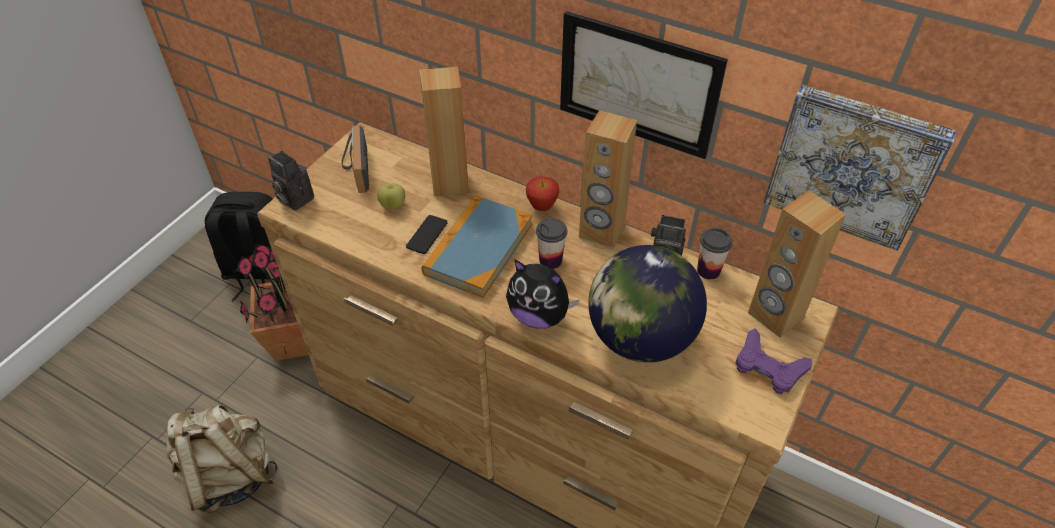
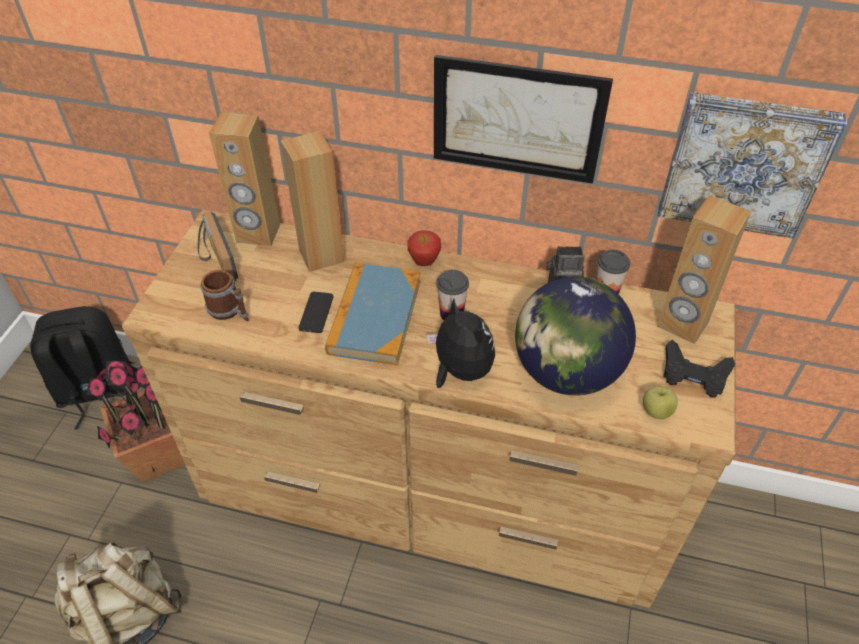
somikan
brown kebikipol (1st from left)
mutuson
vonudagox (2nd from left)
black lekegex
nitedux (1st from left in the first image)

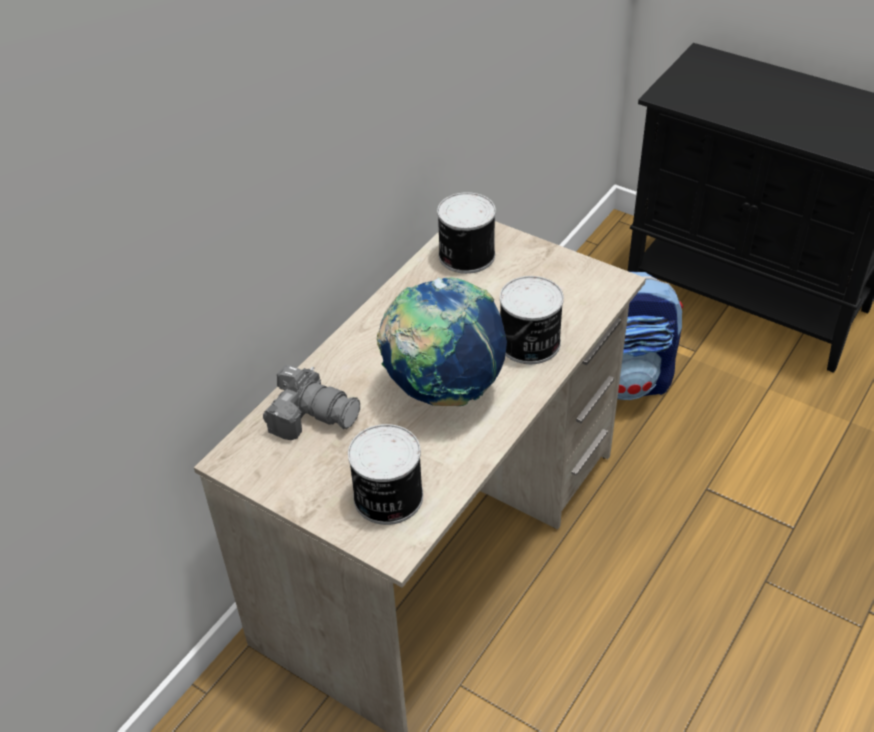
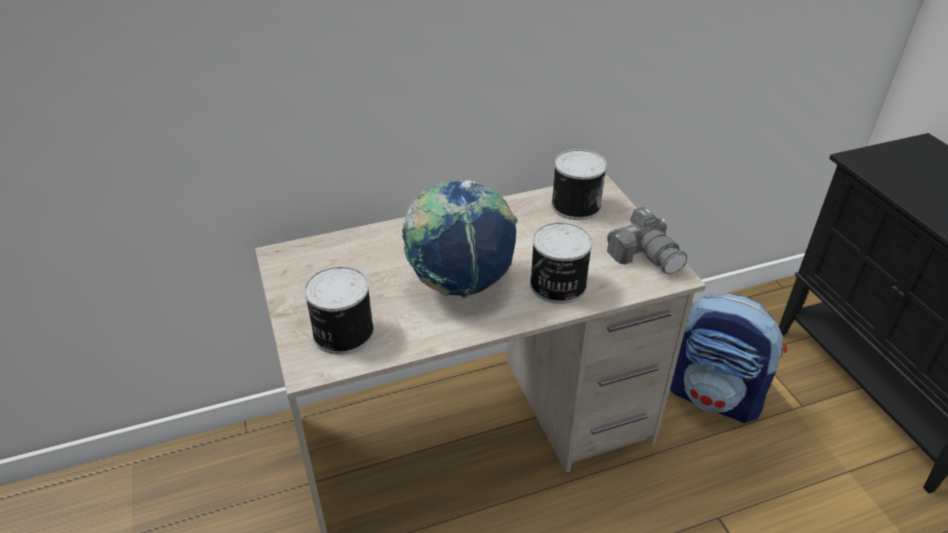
nitedux

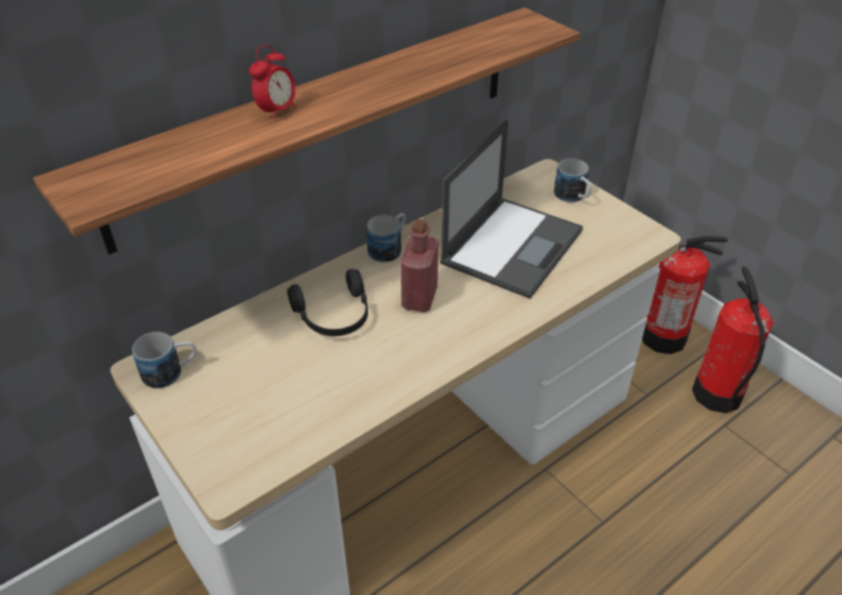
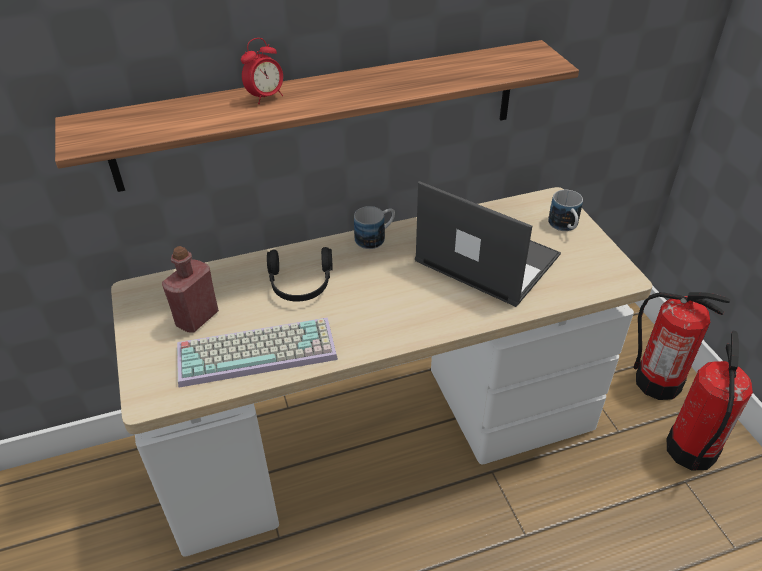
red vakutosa
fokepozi
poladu
somikan (1st from left in the first image)

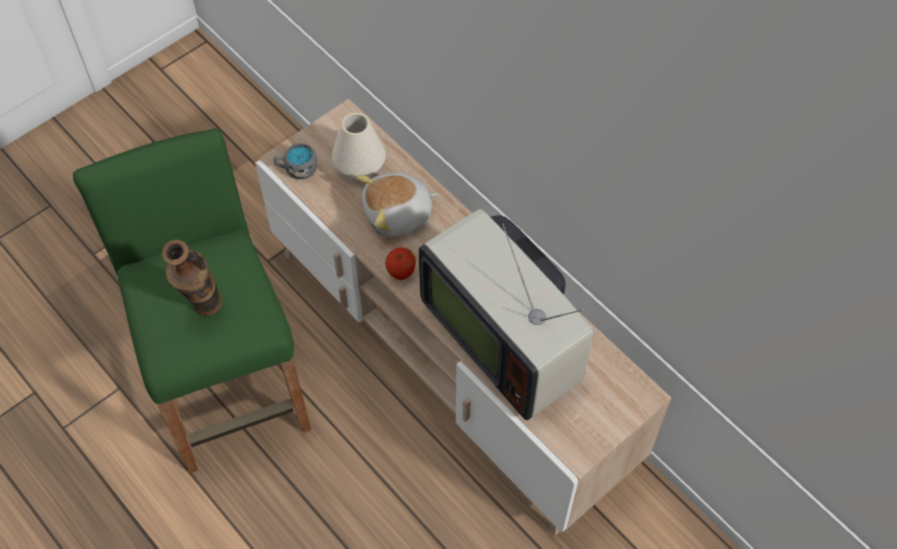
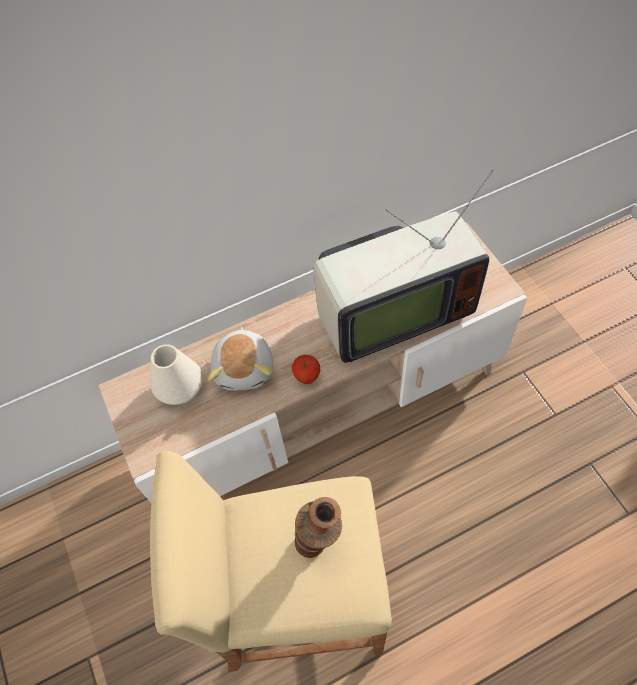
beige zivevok
grey somikan

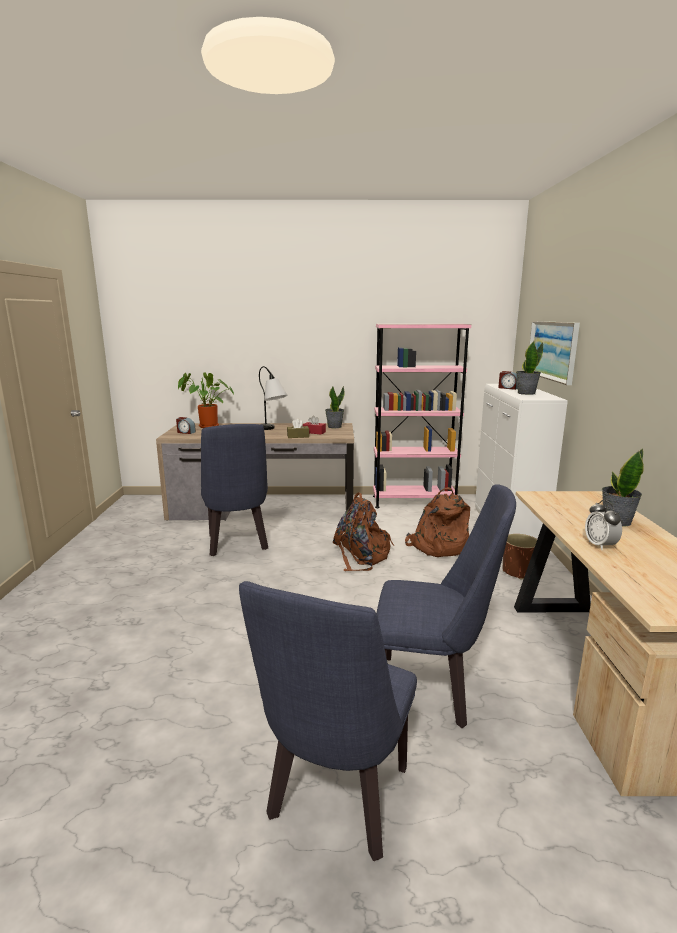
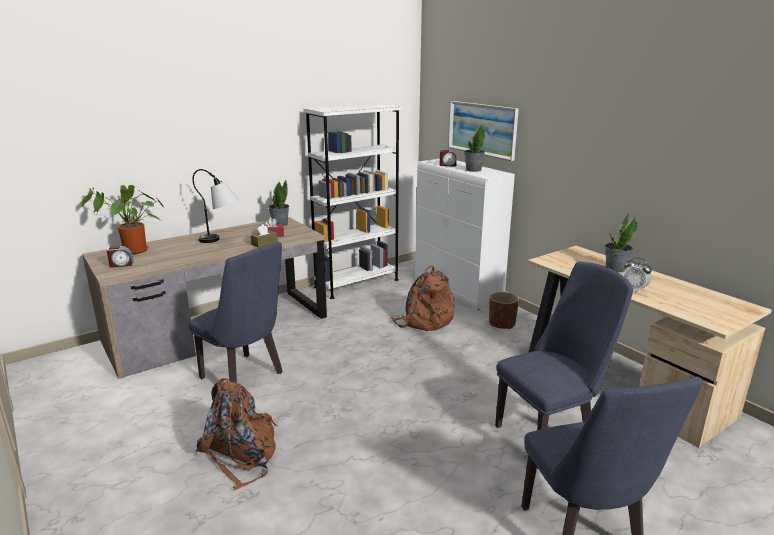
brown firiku (1st from left)
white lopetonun

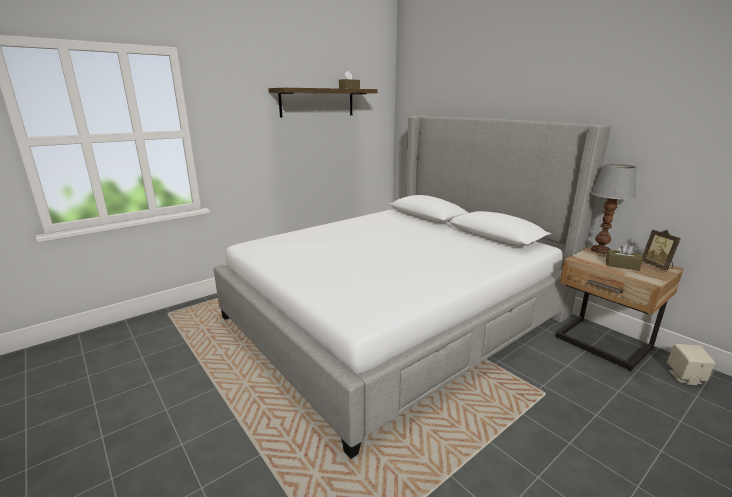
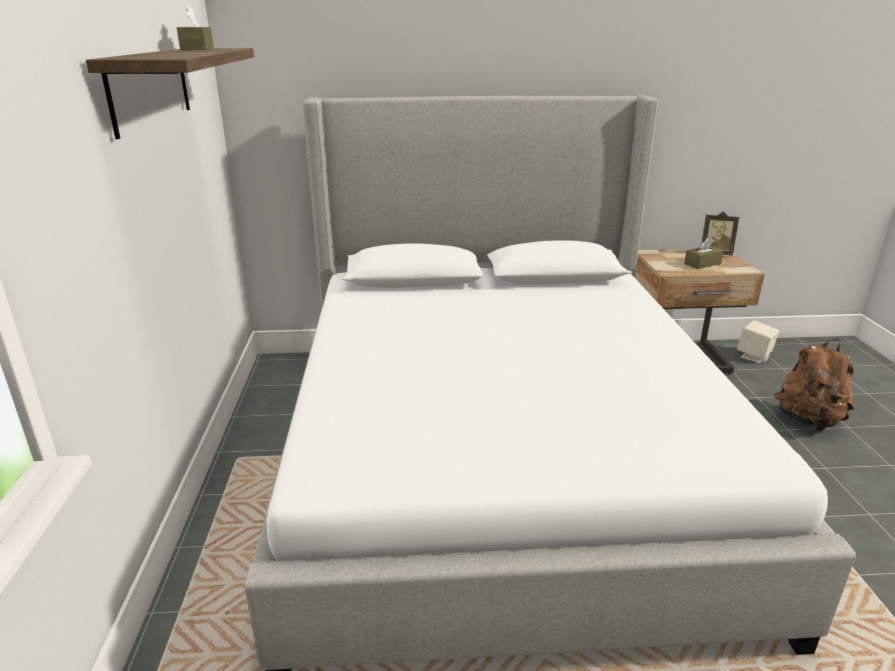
brown firiku
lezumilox

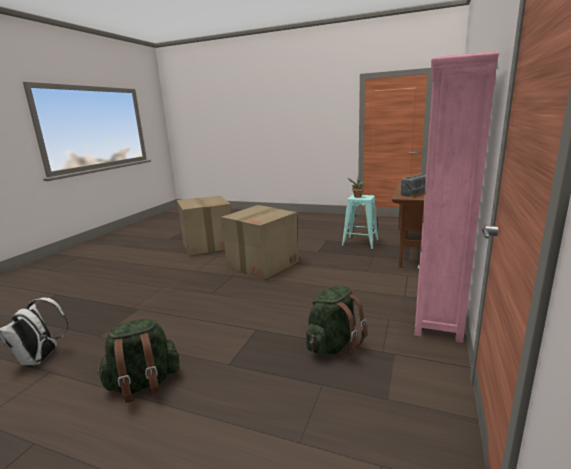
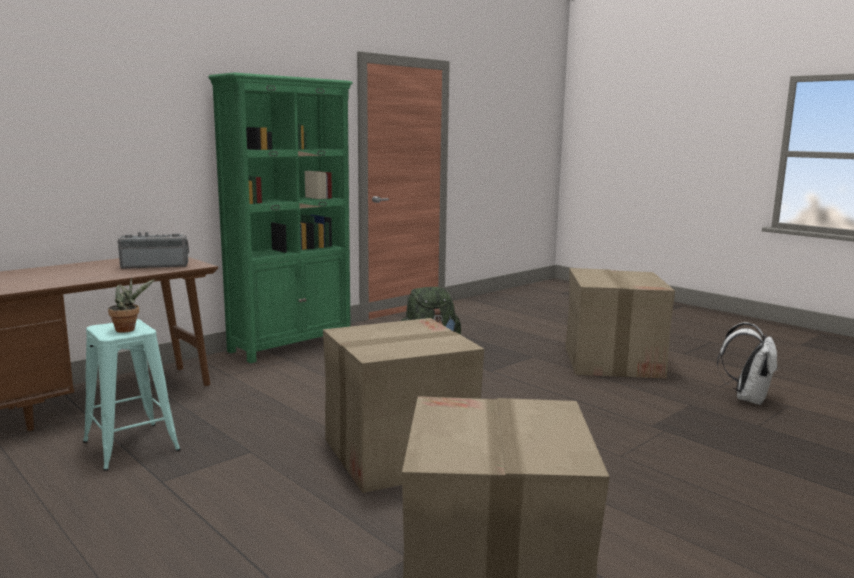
green lopetonun
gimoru (3rd from left)

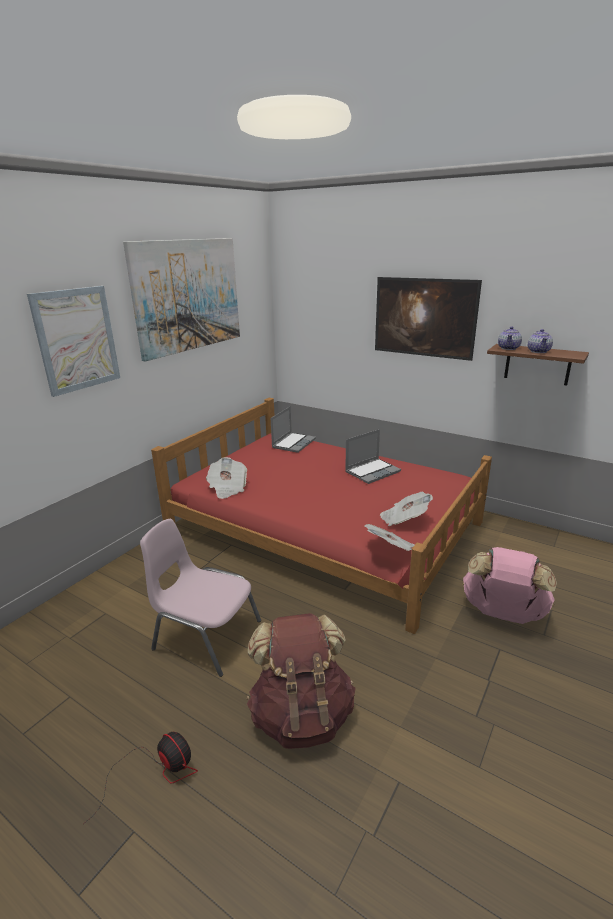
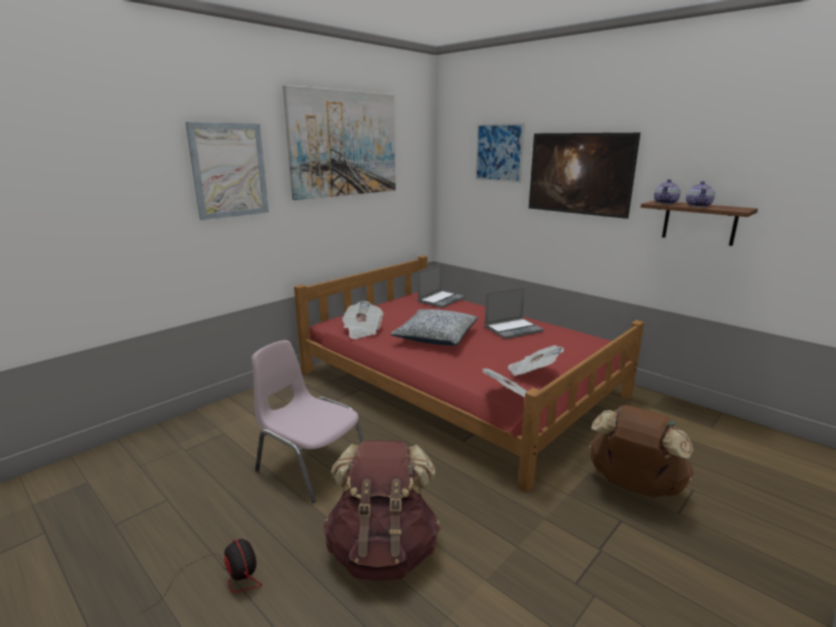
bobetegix
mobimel (3rd from left)
brown firiku (2nd from left)

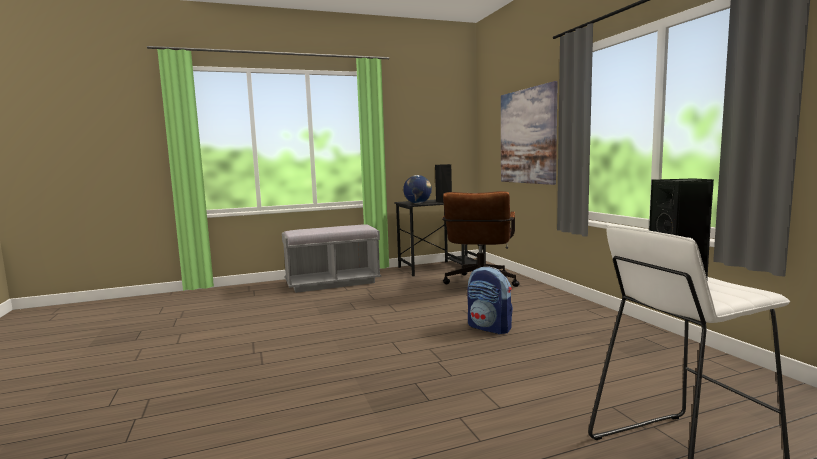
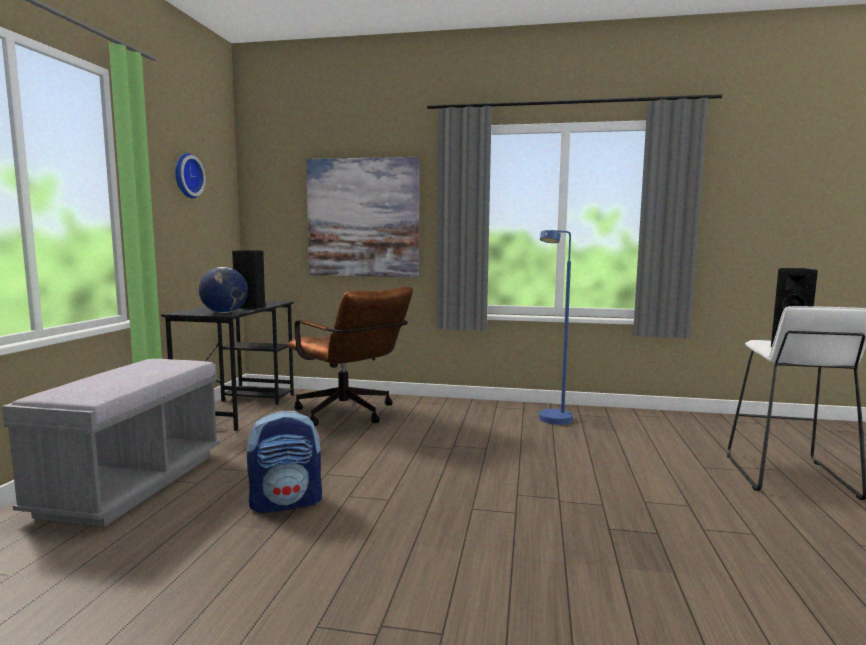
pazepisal
firiku
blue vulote

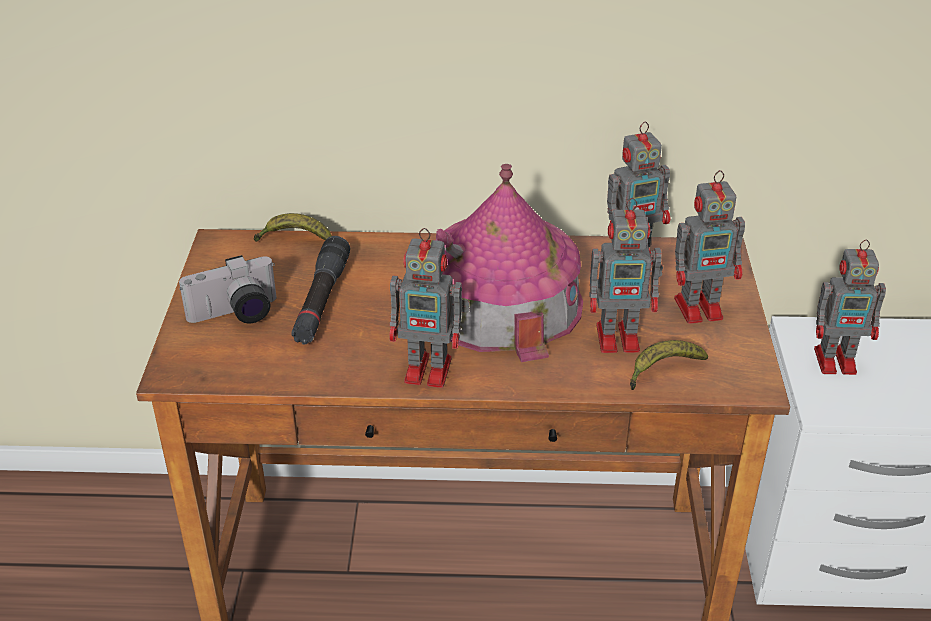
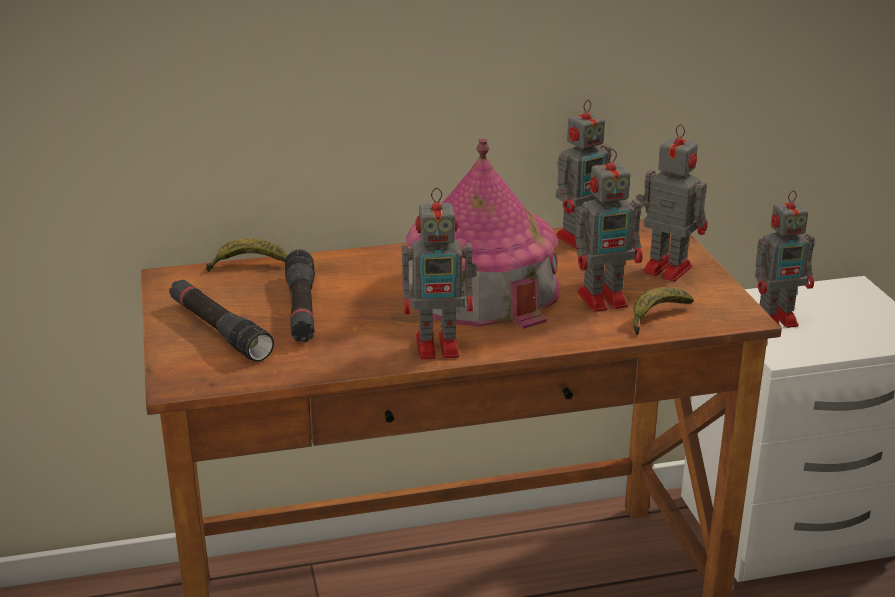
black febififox (1st from left)
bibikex (4th from left)

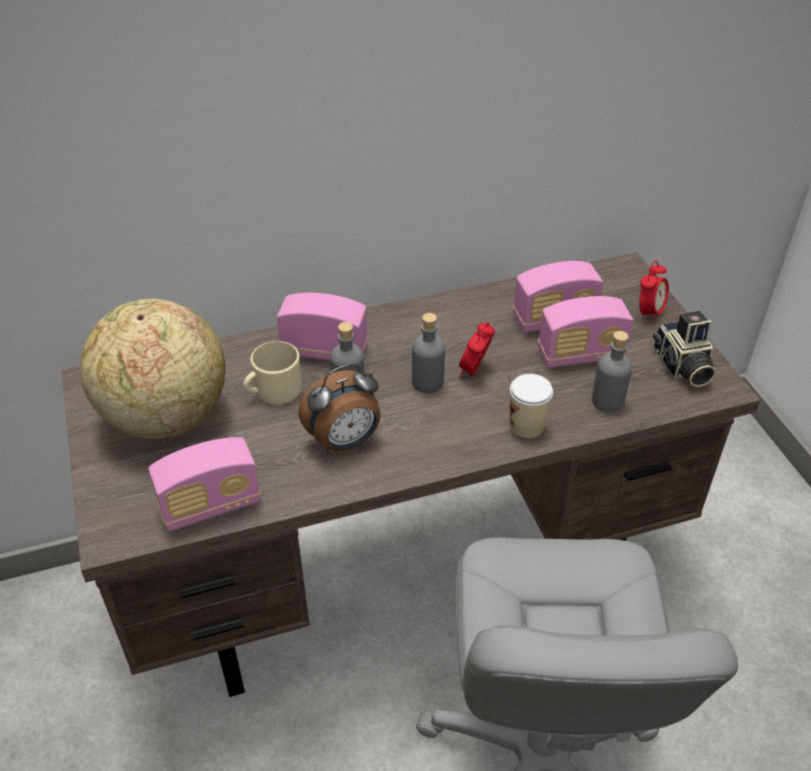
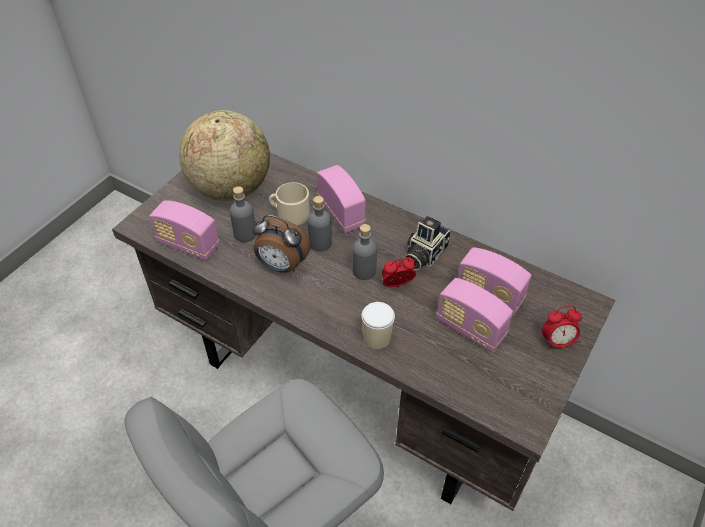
grey vakutosa (1st from left)
nitedux

